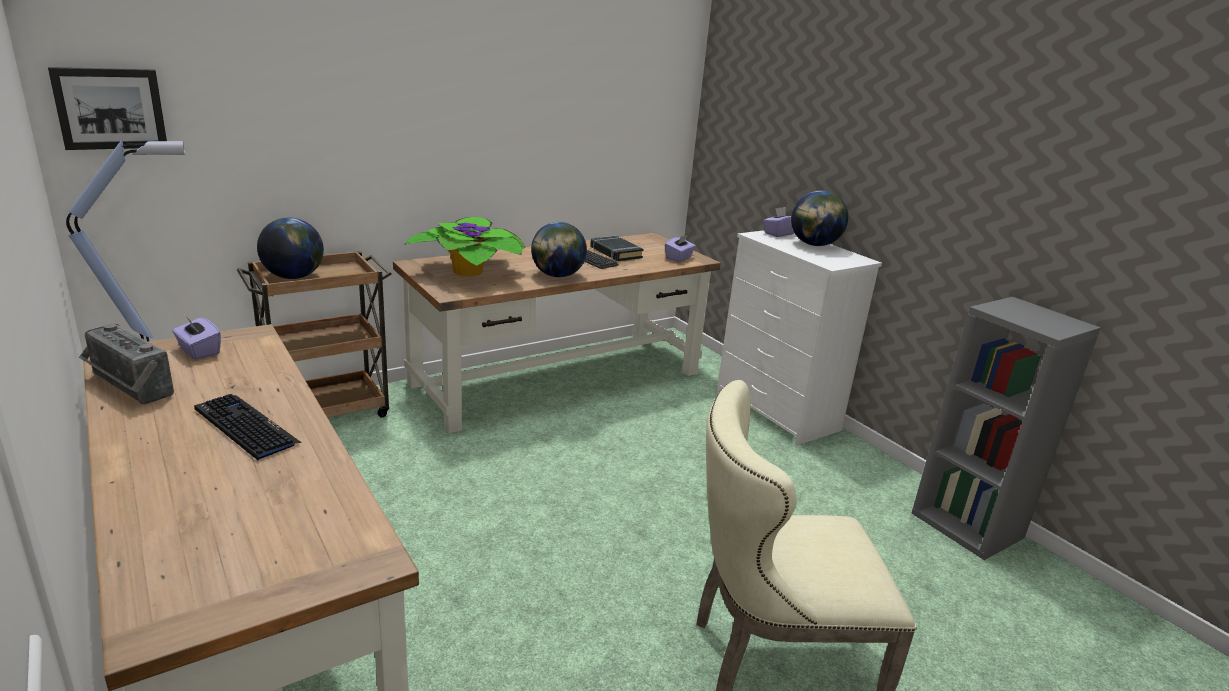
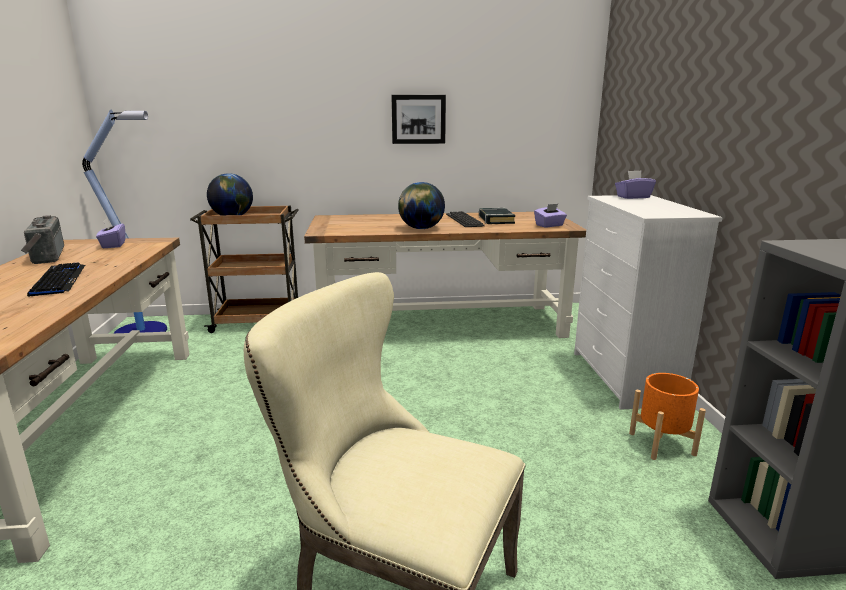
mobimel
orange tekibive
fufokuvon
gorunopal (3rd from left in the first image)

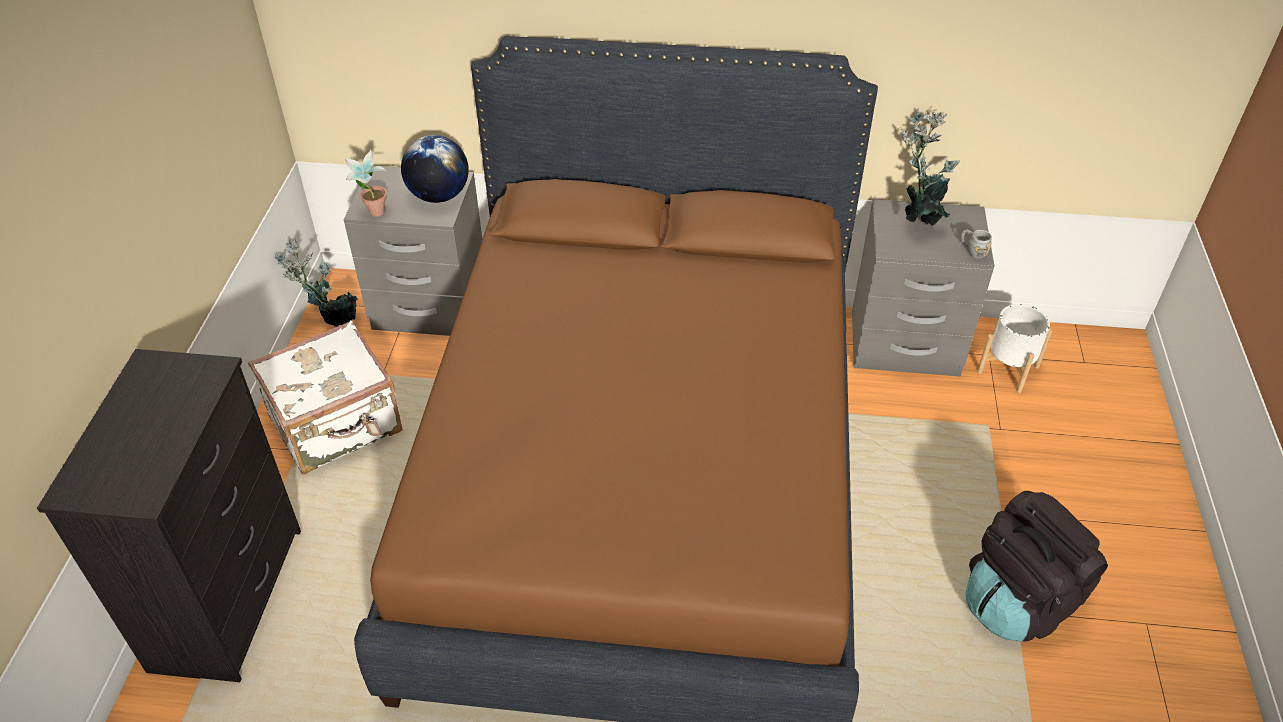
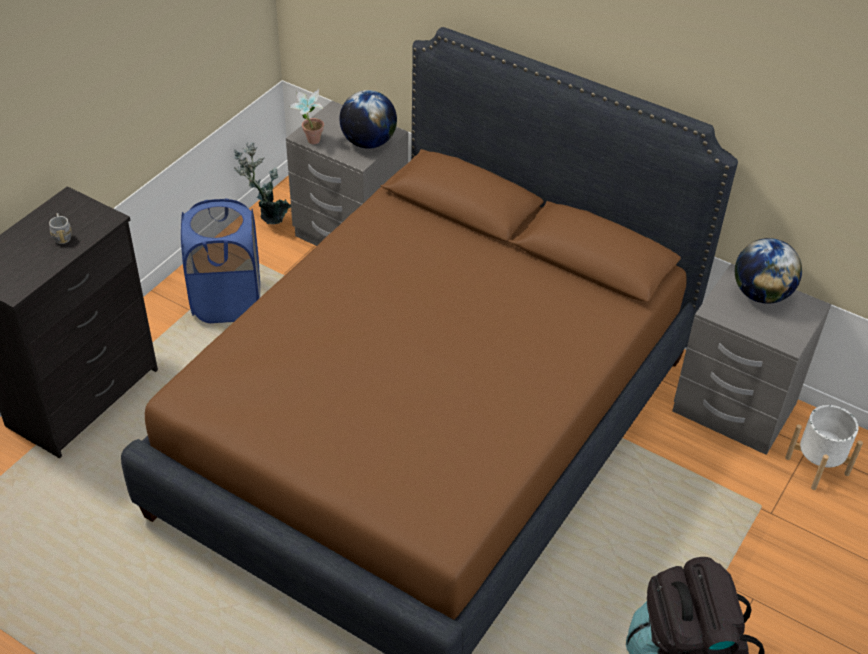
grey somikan
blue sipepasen
gorunopal (2nd from left)

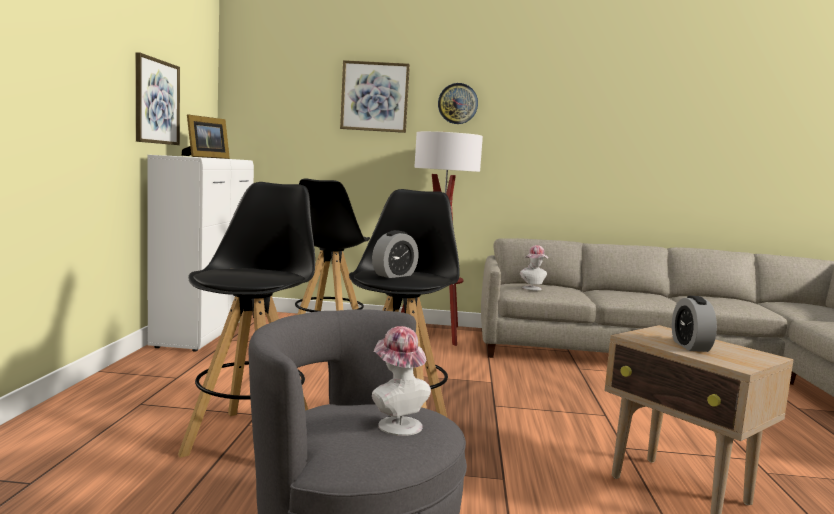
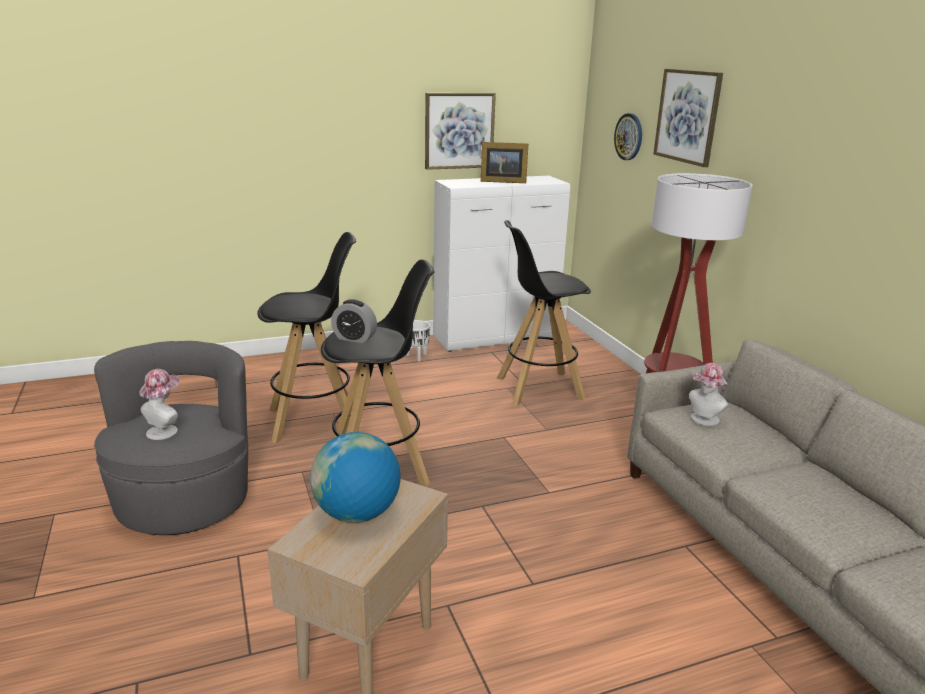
gorunopal
white tekibive
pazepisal

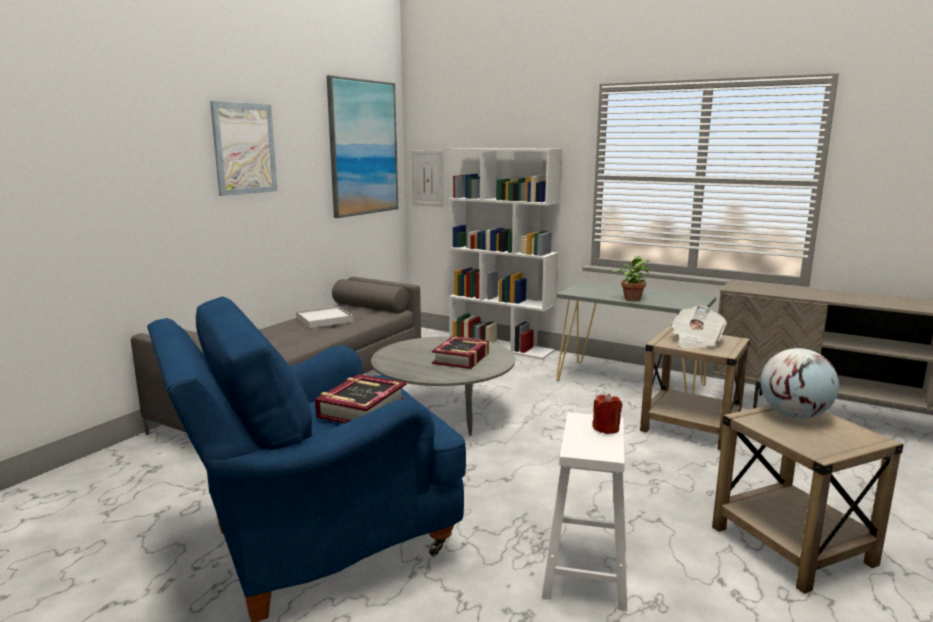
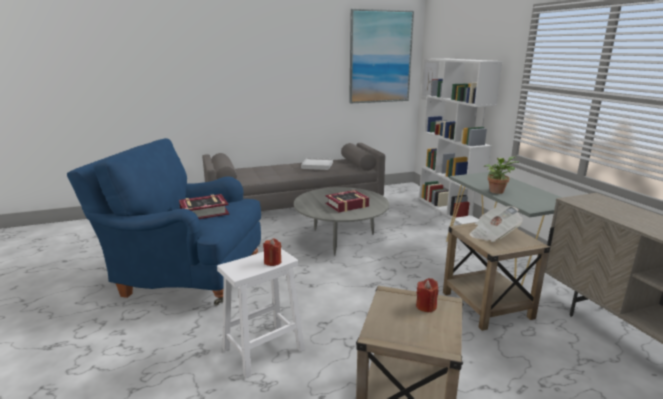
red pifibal (2nd from left)
mobimel (1st from left in the first image)

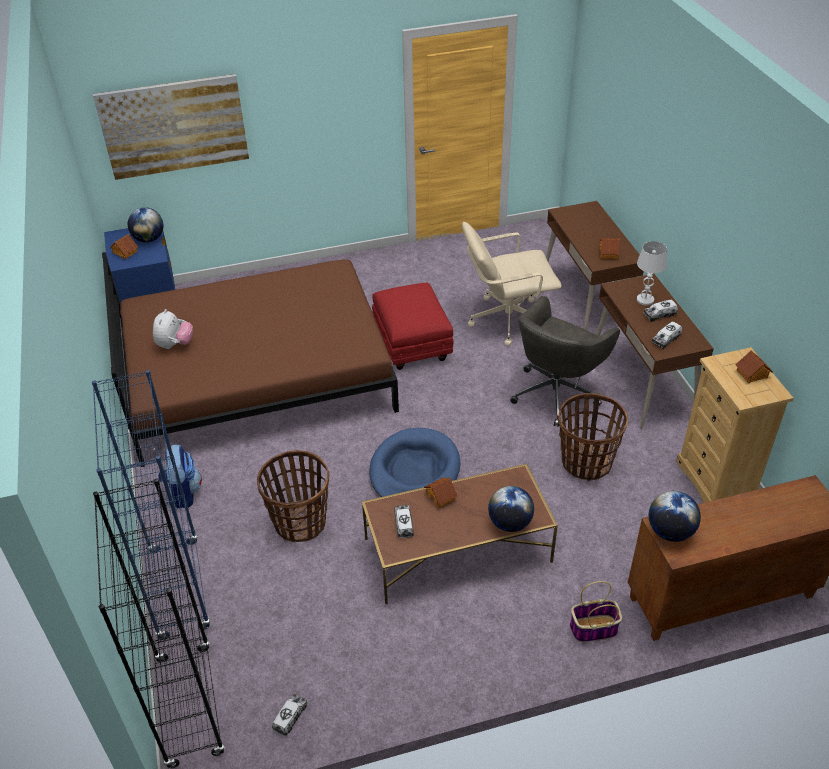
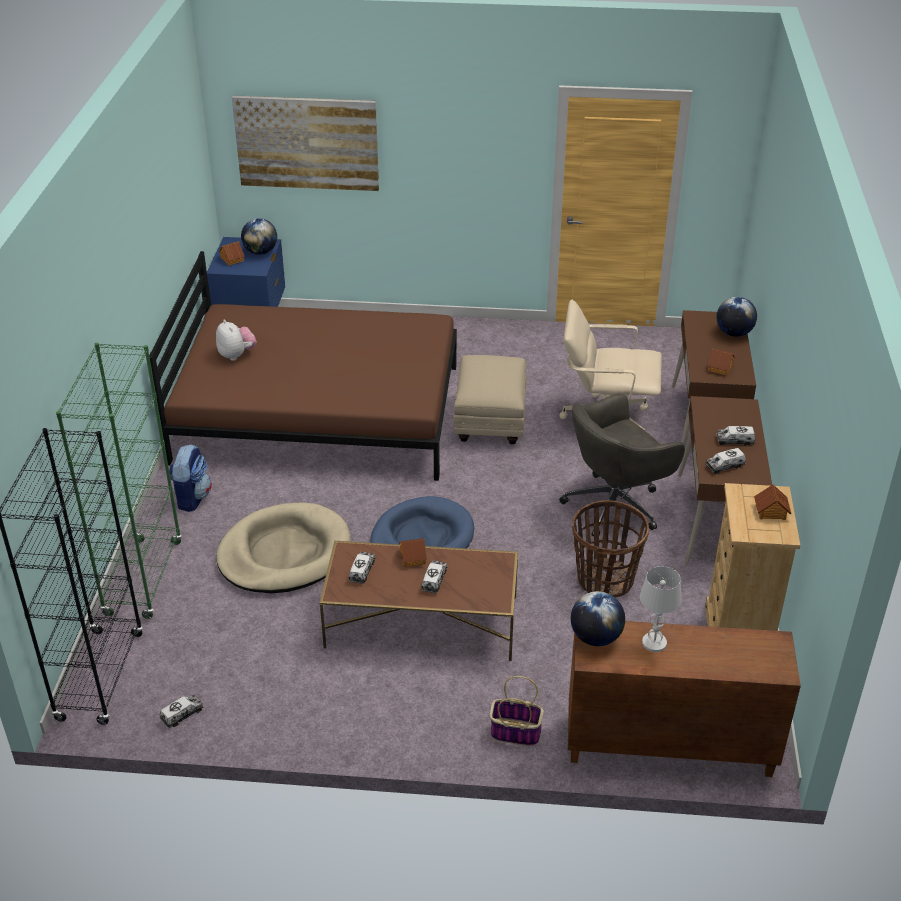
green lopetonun
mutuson
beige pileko
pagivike (3rd from left)
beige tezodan
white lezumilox
gorunopal (3rd from left)

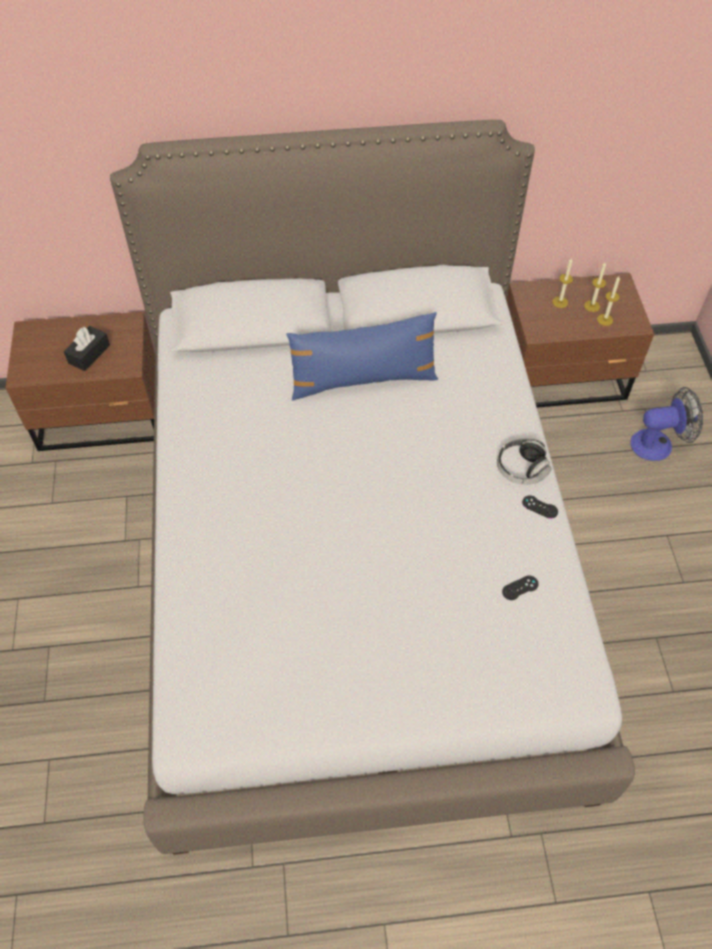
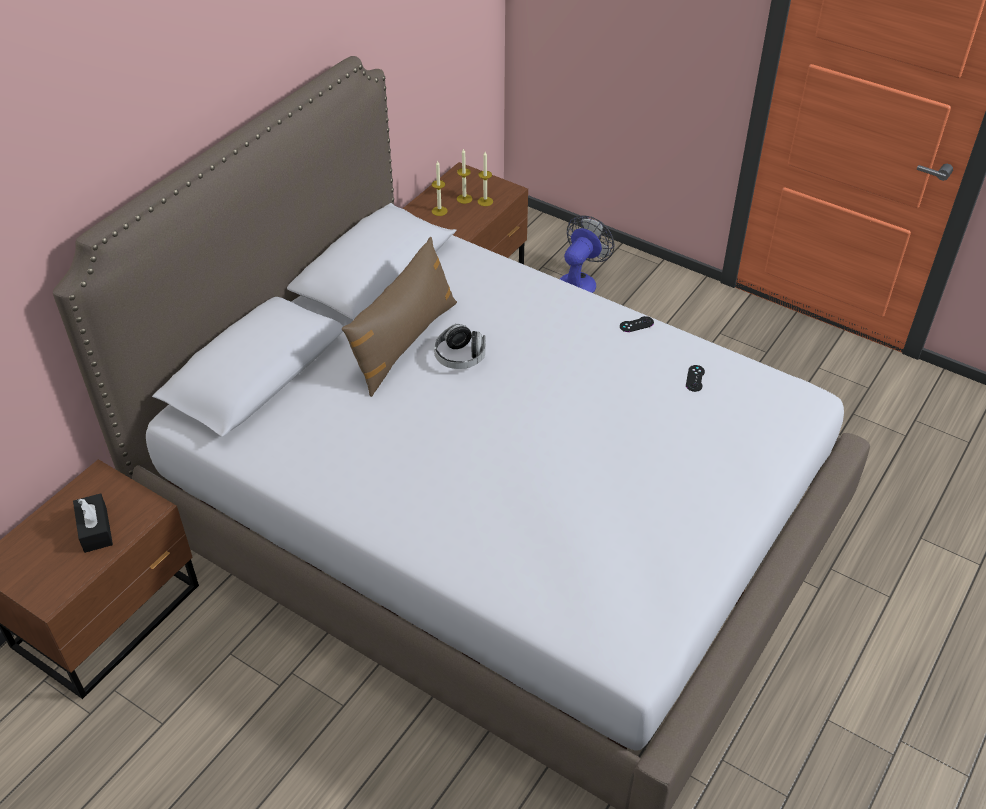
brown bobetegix
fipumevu

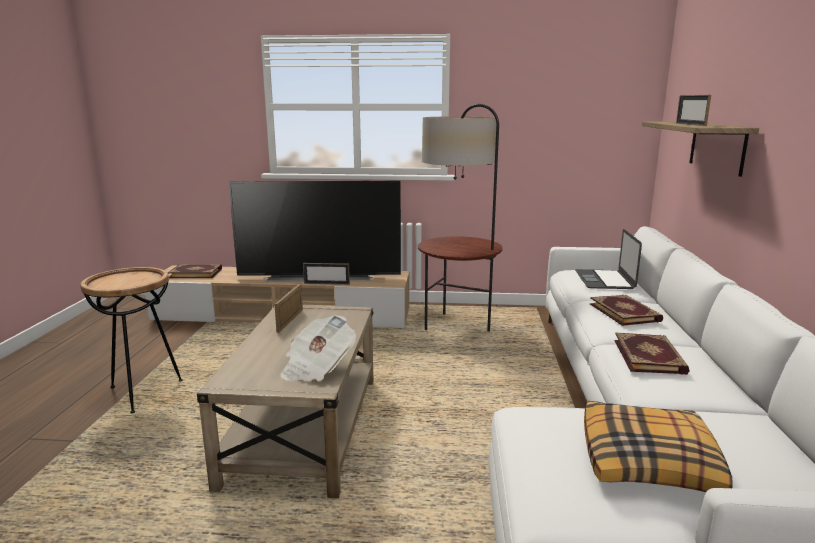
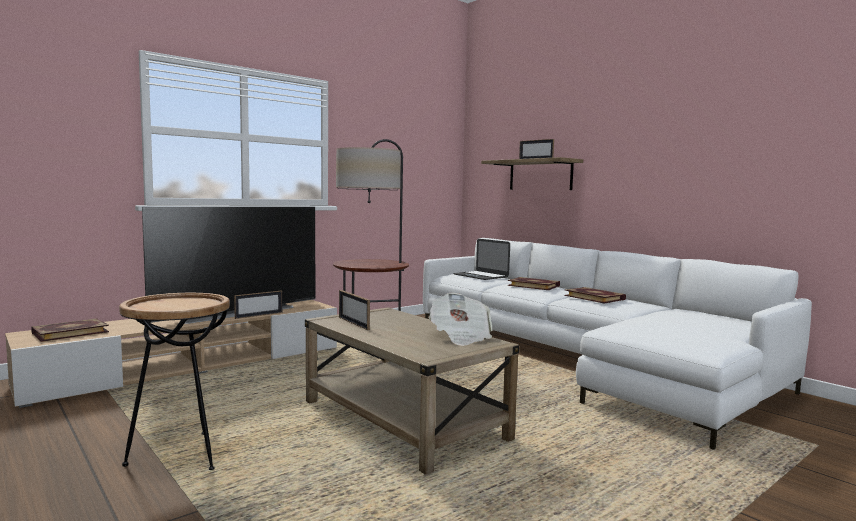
bobetegix

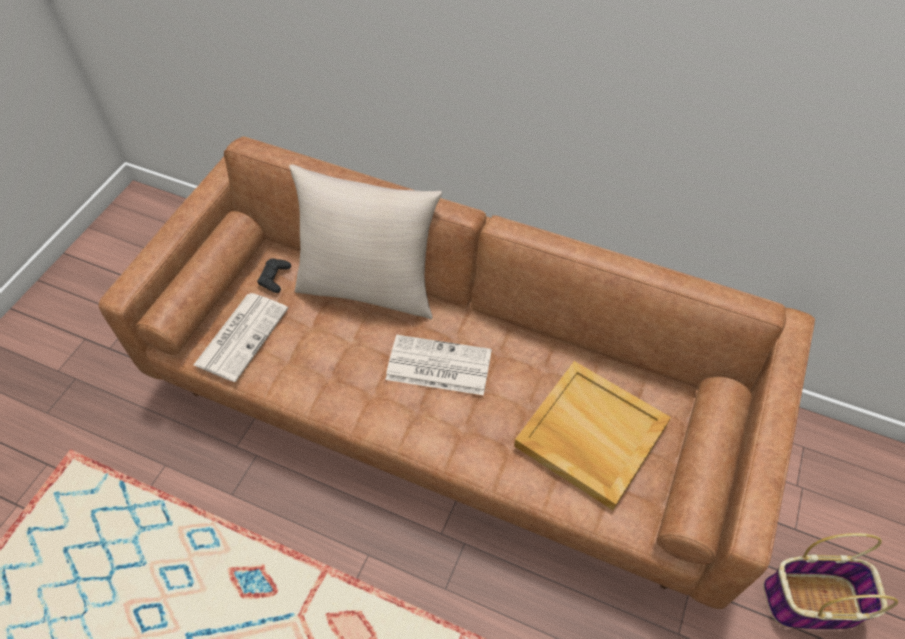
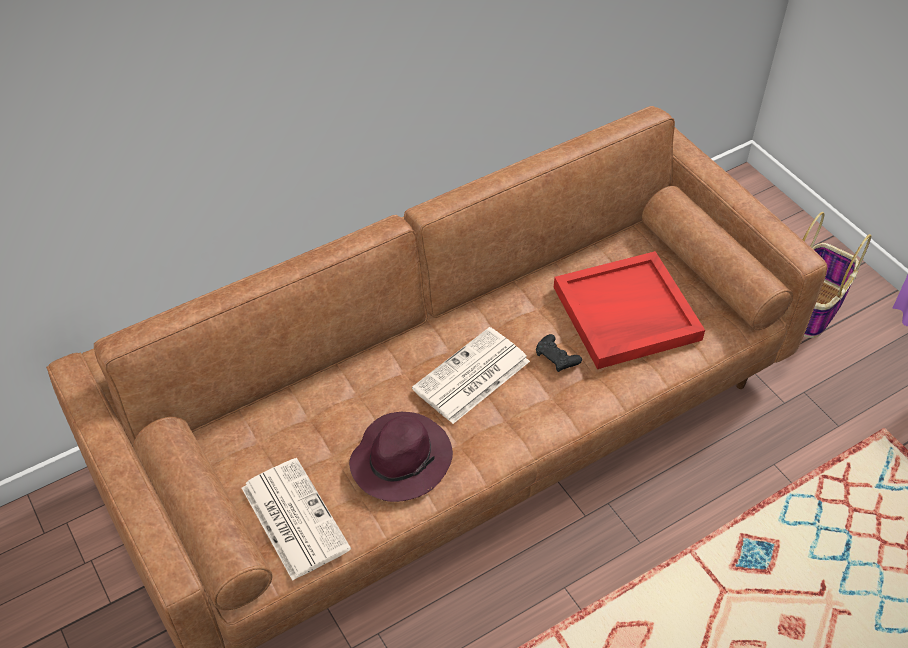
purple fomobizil
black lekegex
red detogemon
beige bobetegix

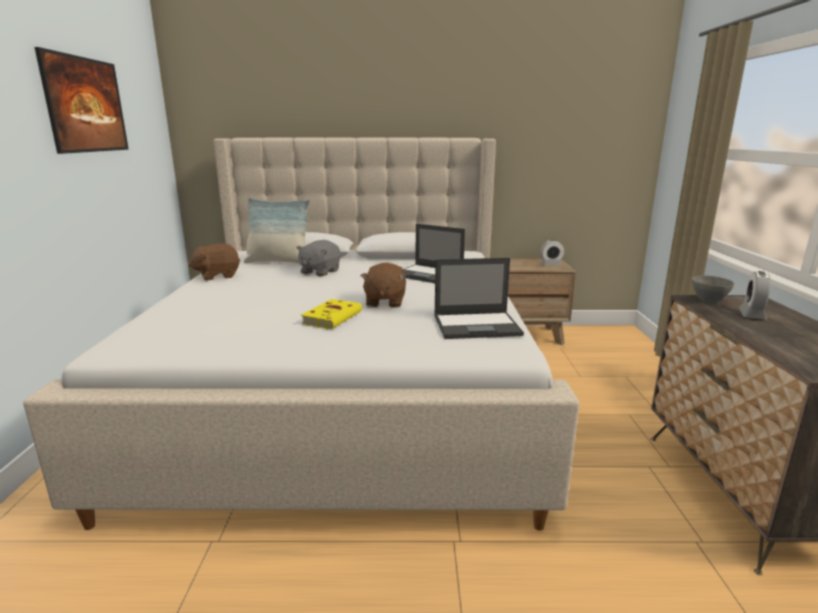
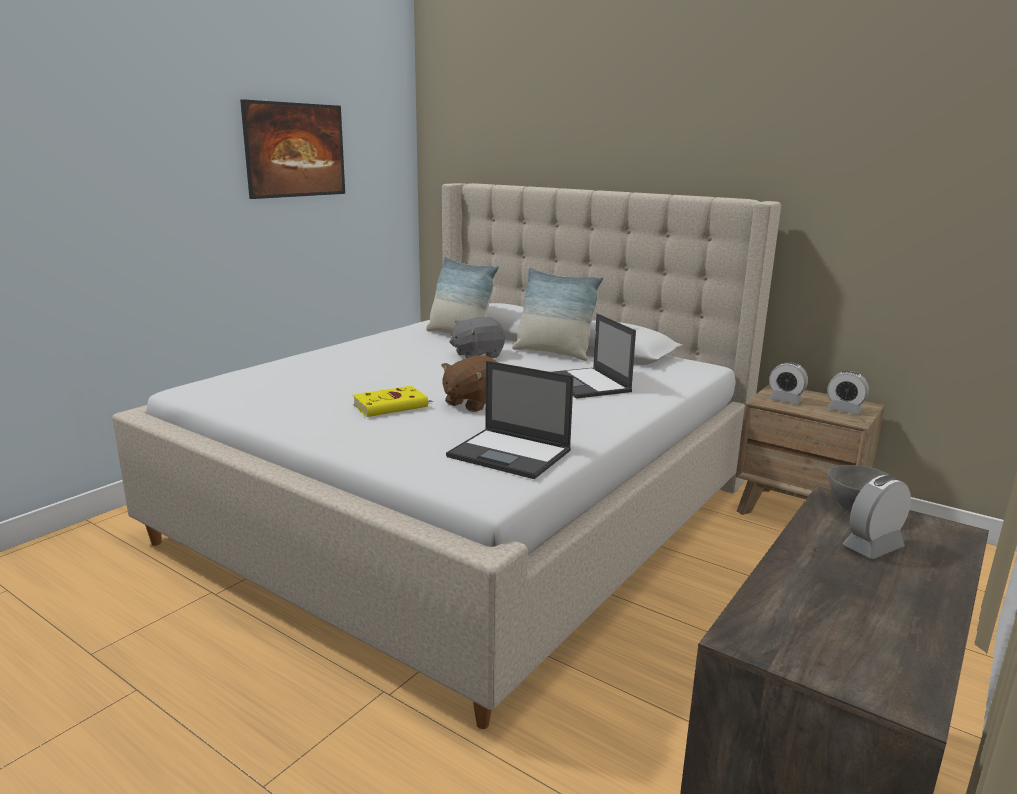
bobetegix (2nd from left)
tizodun (1st from left)
brown mutuson (1st from left in the first image)

